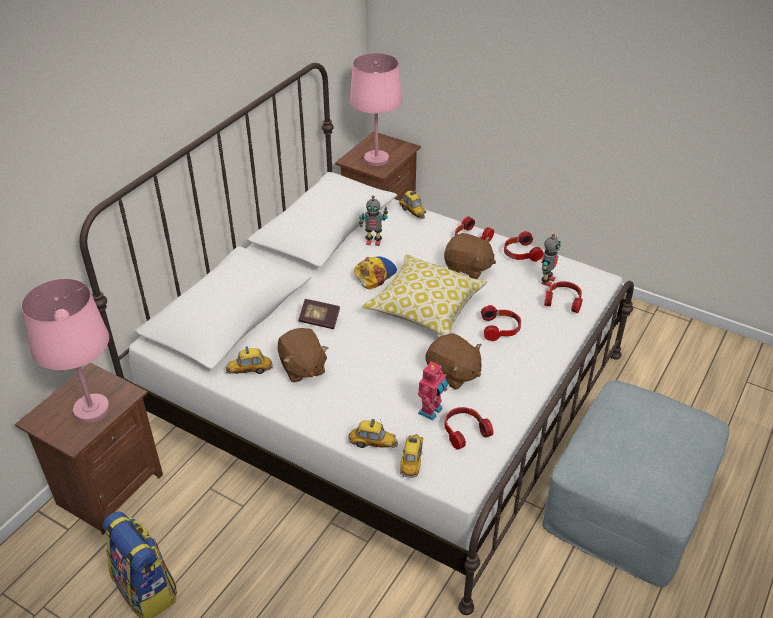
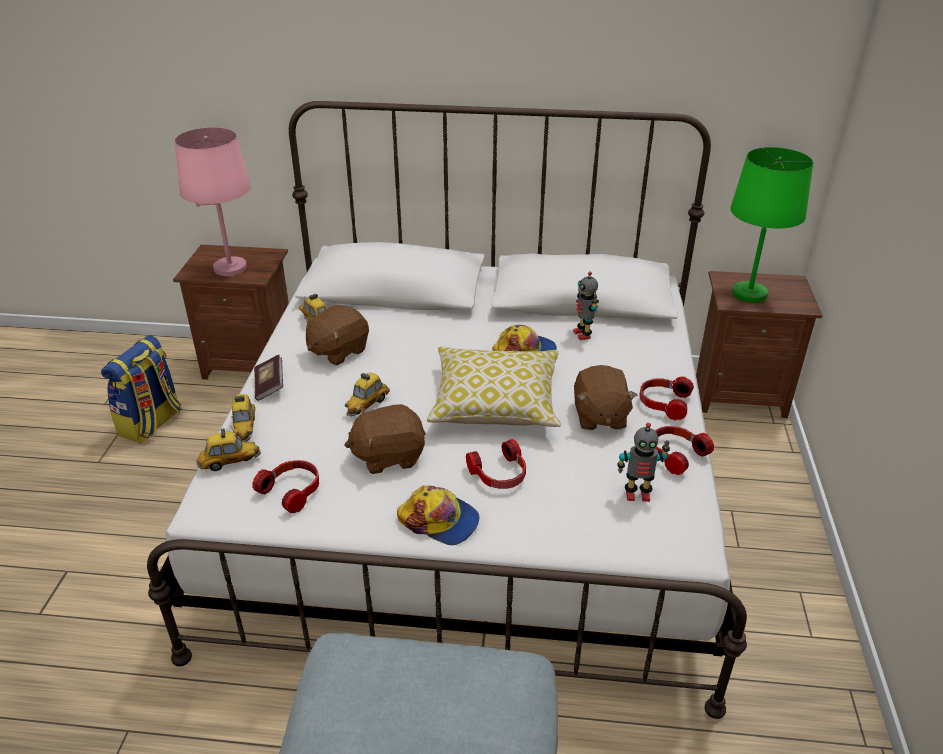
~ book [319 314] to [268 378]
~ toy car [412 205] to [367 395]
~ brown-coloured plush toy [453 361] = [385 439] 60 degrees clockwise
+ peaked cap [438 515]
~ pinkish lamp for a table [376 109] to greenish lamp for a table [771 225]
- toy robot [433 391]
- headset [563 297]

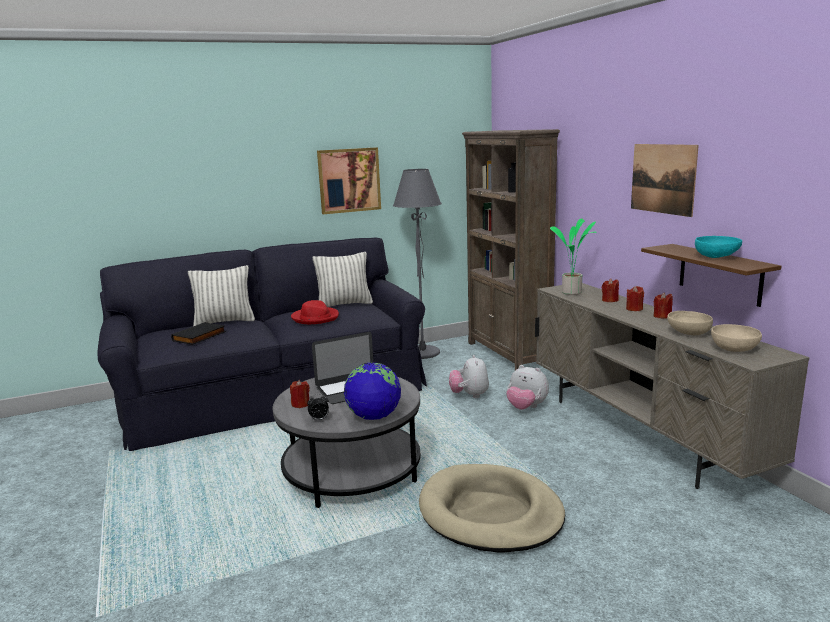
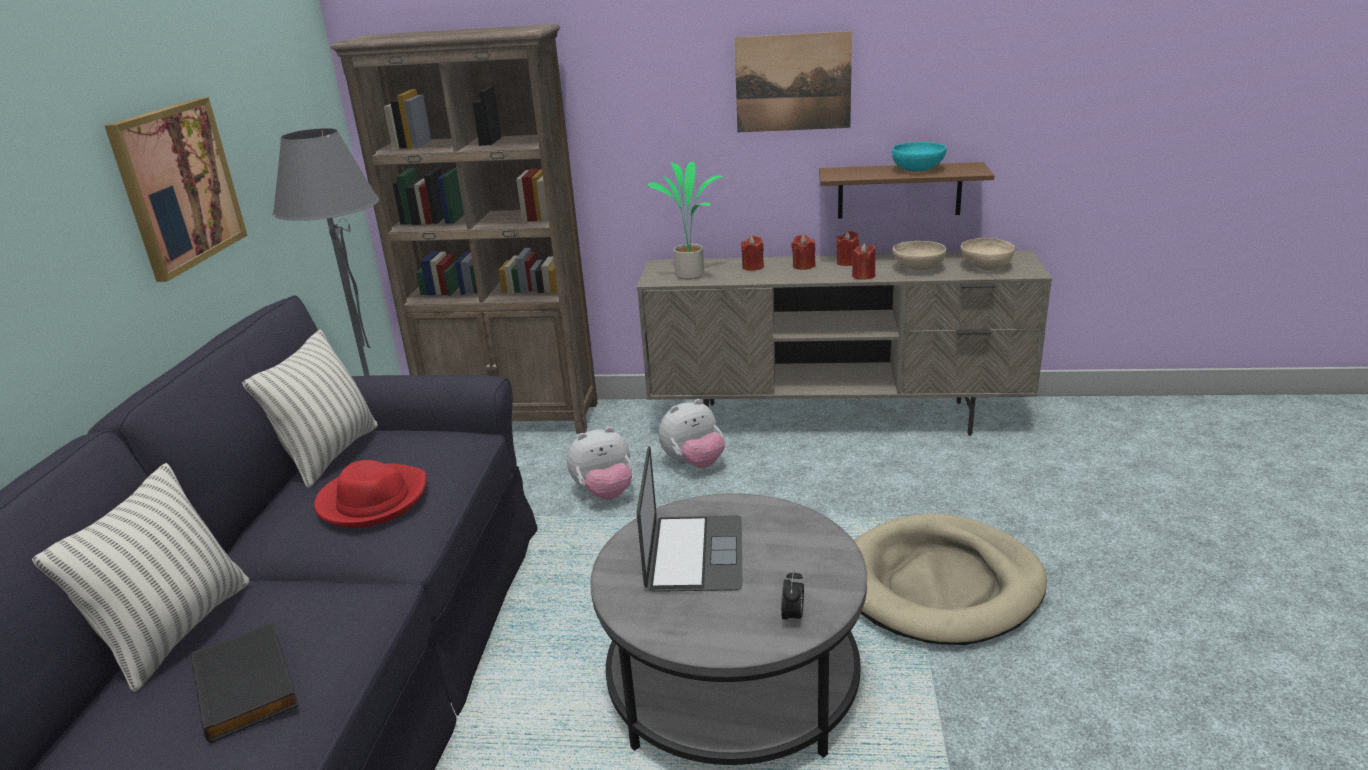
~ plush toy [469 376] = [599 463] 45 degrees counterclockwise
~ reddish candle [299 394] to [863 261]
- globe [372 391]

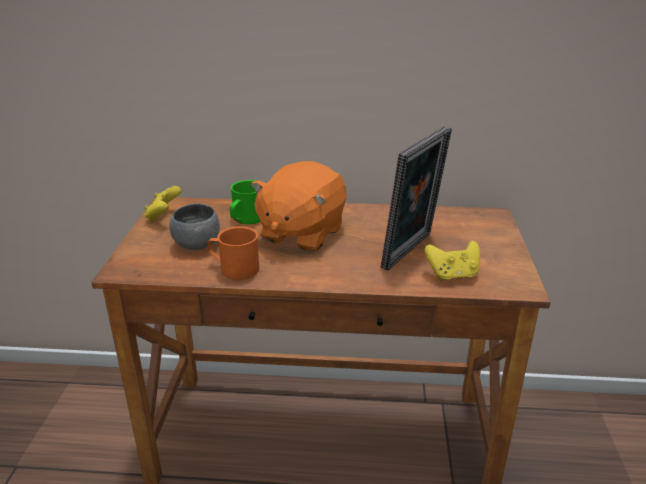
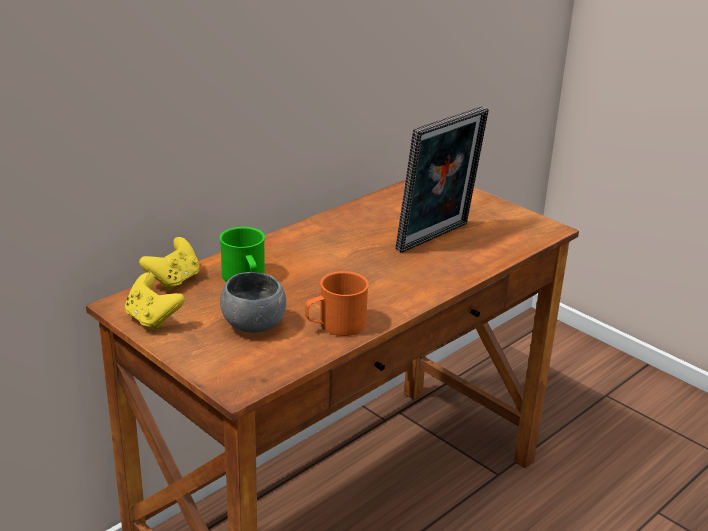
~ yellow gamepad [452 261] to [169 264]
~ photo frame [416 198] = [442 179] 60 degrees clockwise
- orange plush toy [298 206]

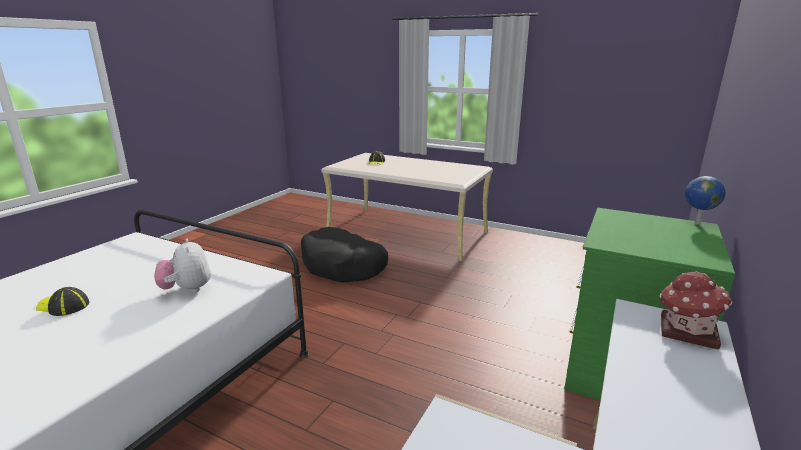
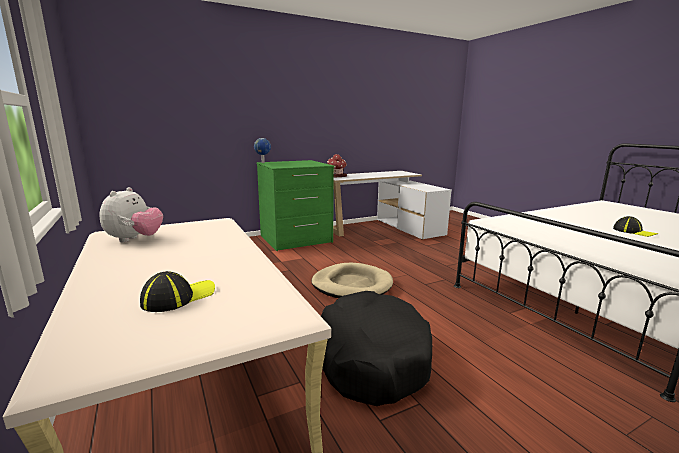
~ plush toy [182 266] to [131 214]
+ beige dog cushion [352 280]

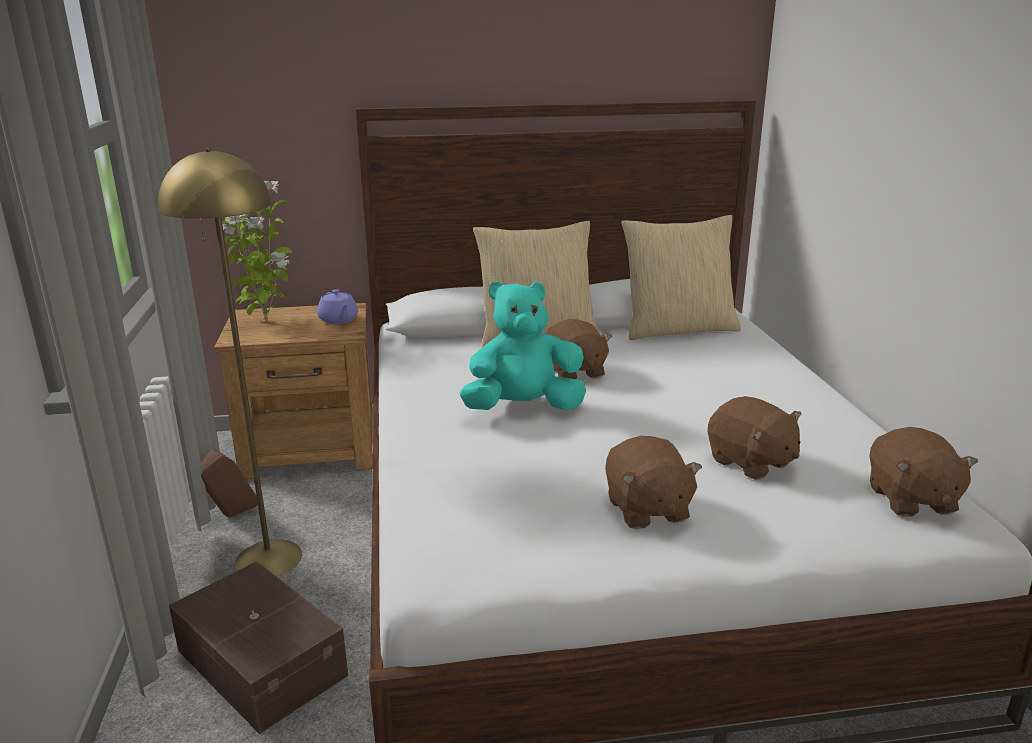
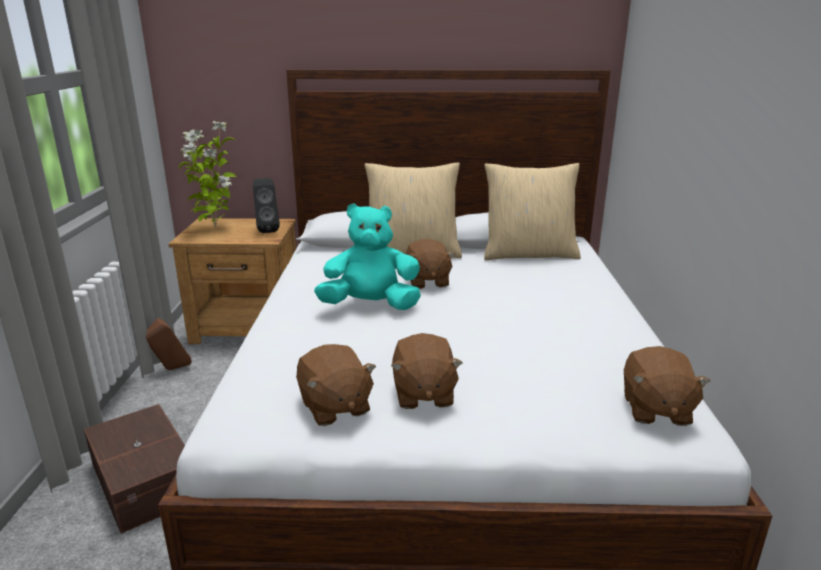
~ purple-coloured pot for tea [337 306] to black speaker [266 205]
~ brown-coloured plush toy [754 438] to [336 385]
- yellow standing lamp [230 362]

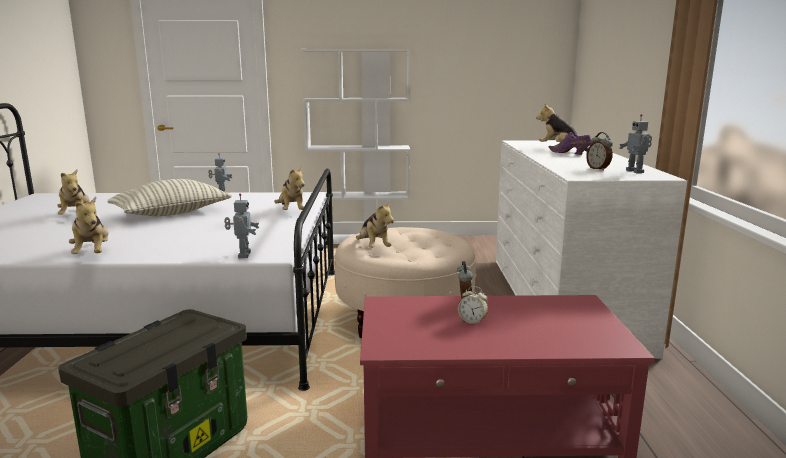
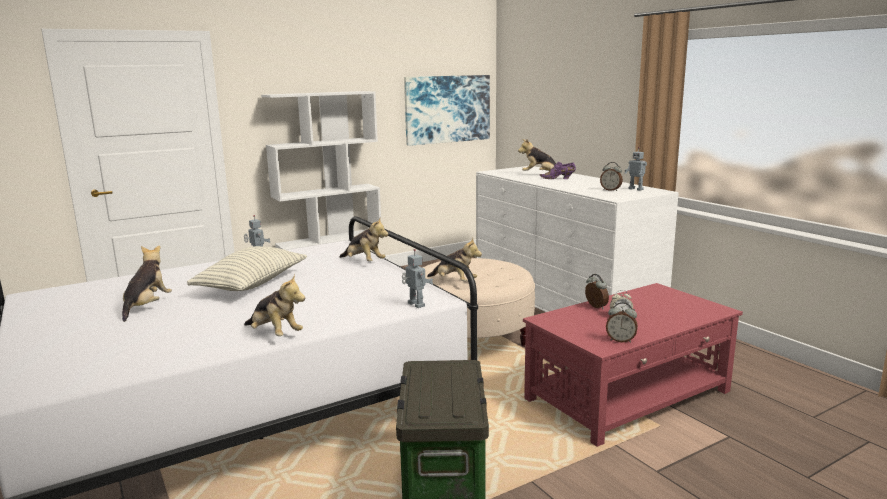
~ plush toy [73 192] = [147 283] 120 degrees counterclockwise
+ picture [447 110]
+ bedside clock [622 322]

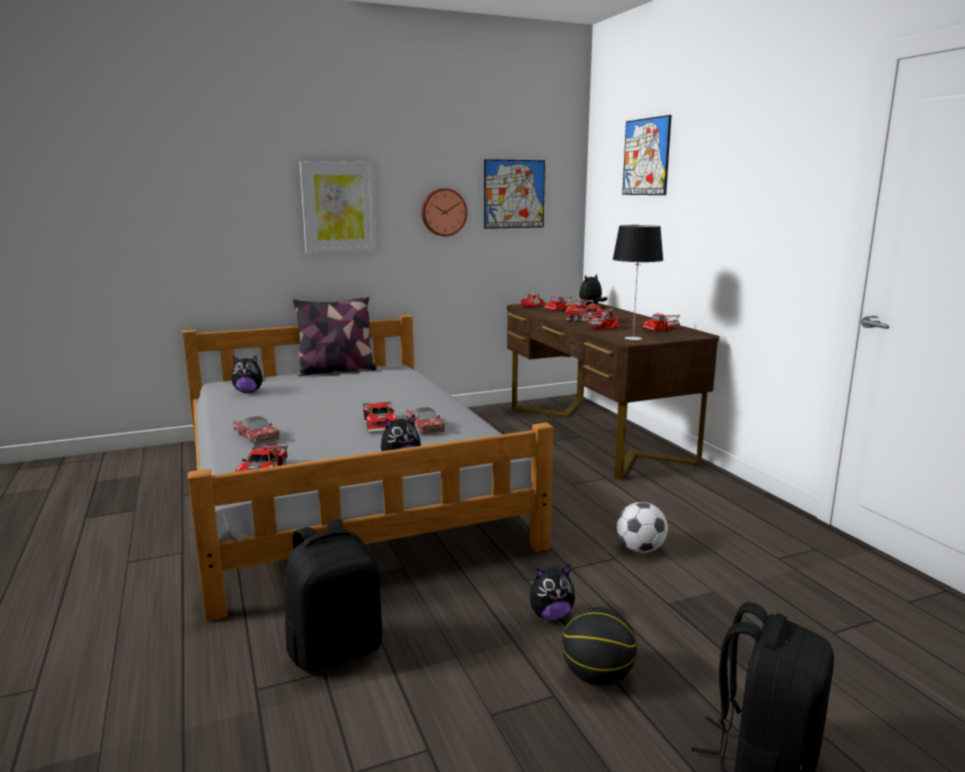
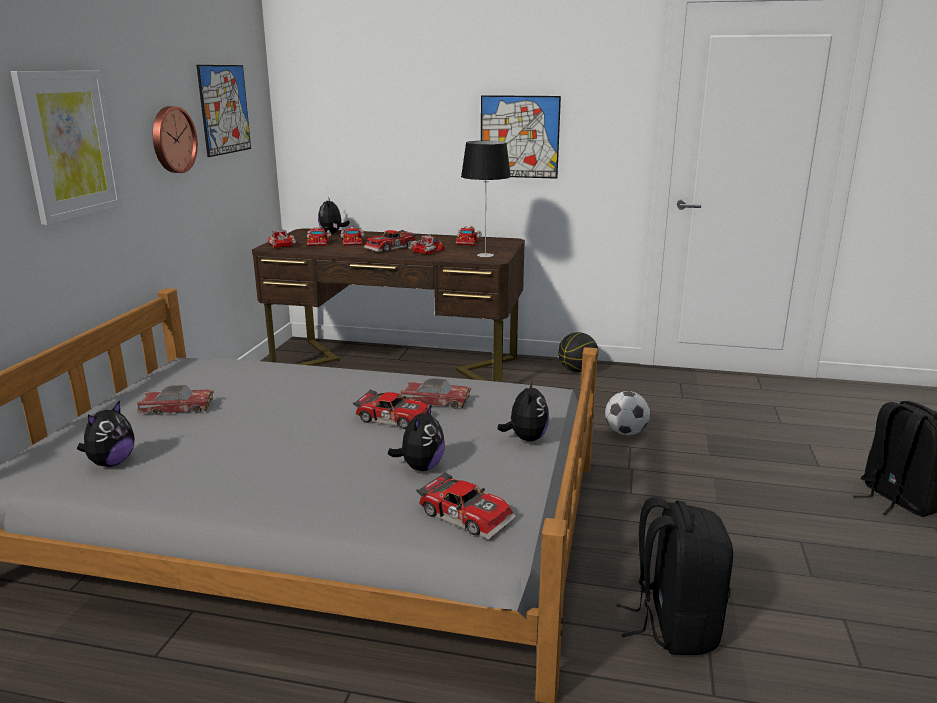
~ toy car [256 430] to [175 400]
~ plush toy [552 592] to [416 437]
~ picture [646 155] to [521 137]
~ basketball ball [599 646] to [578 352]
- cushion [335 336]

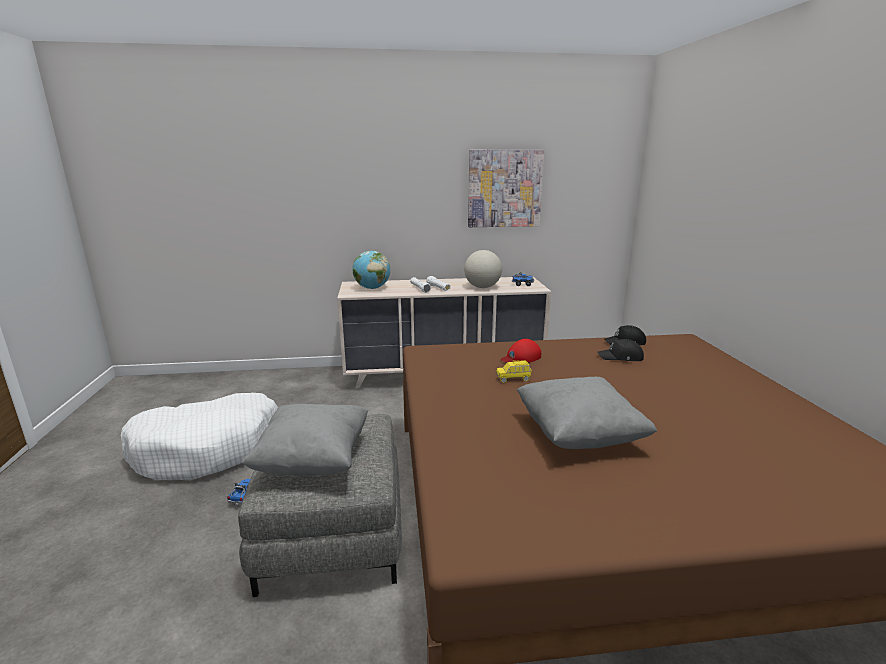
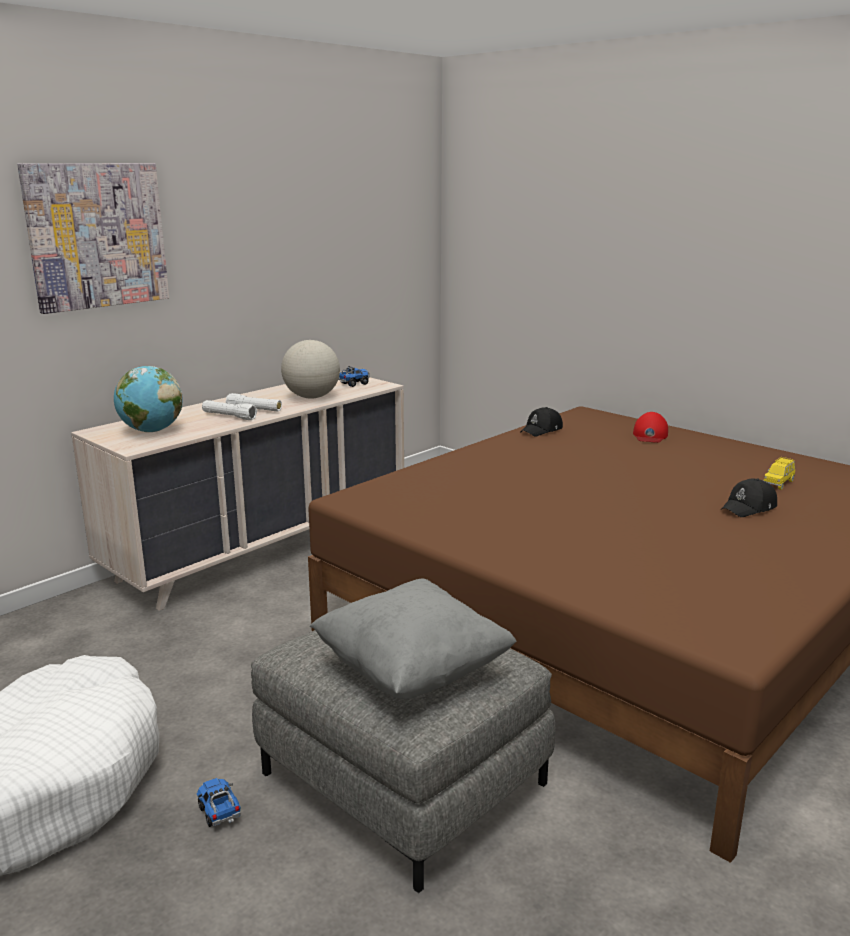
~ picture [506 188] to [93 238]
~ reddish peaked cap [521 351] to [650 427]
~ black peaked cap [620 350] to [749 497]
~ yellow toy car [514 371] to [779 473]
- greyish cushion [586 413]

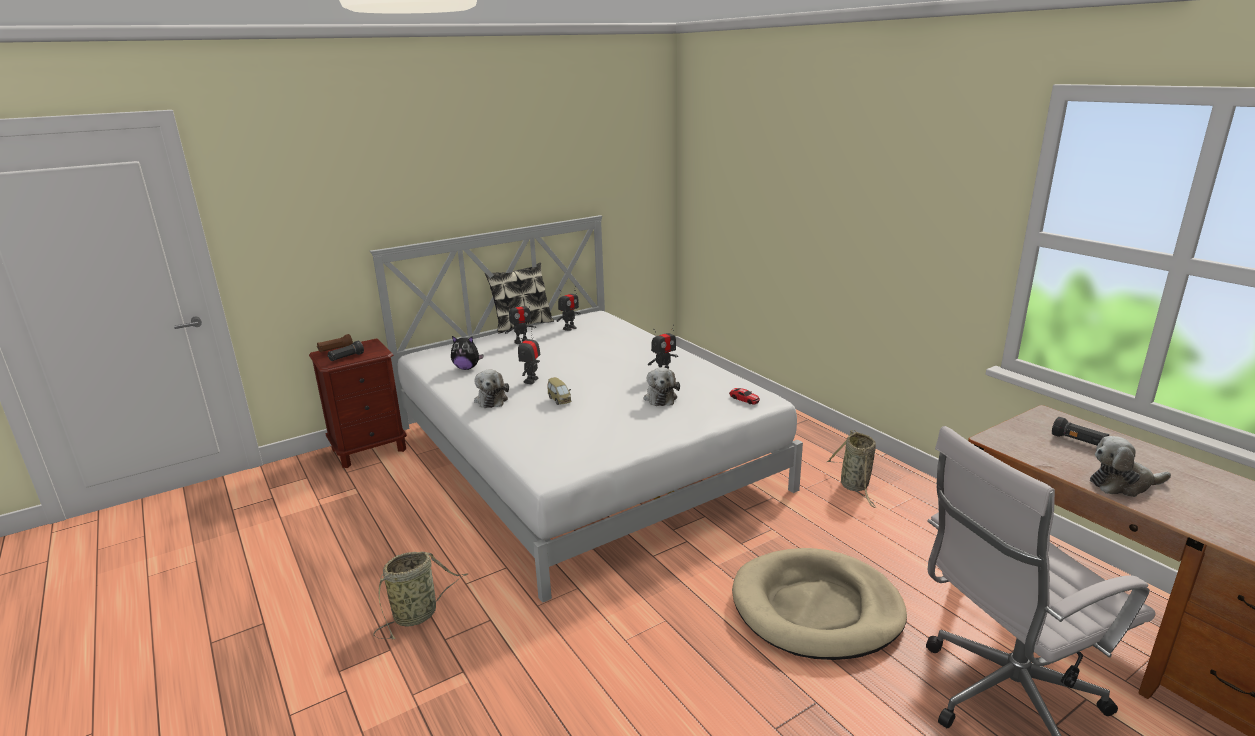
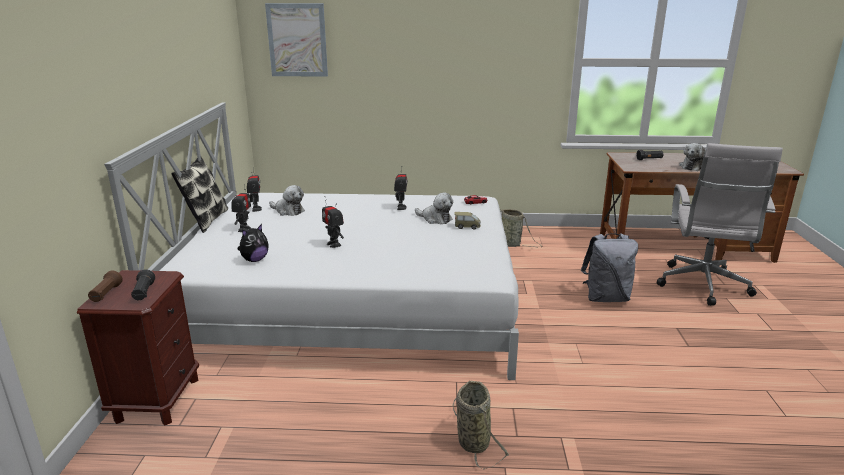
+ picture [296 40]
~ plush toy [491 389] to [287 200]
~ toy car [559 391] to [467 221]
~ beige dog cushion [819 604] to greyish rucksack [609 267]

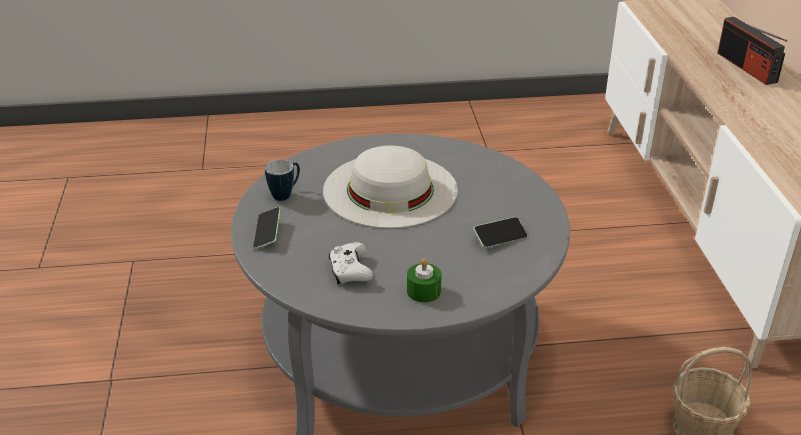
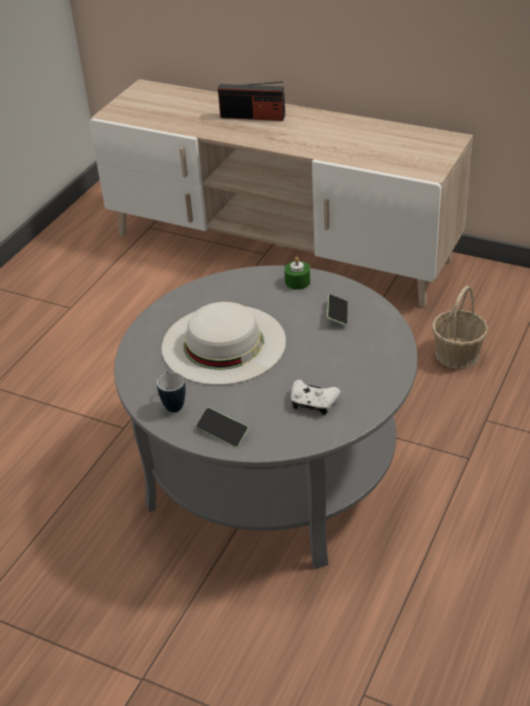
~ greenish candle [424 280] to [297 273]

